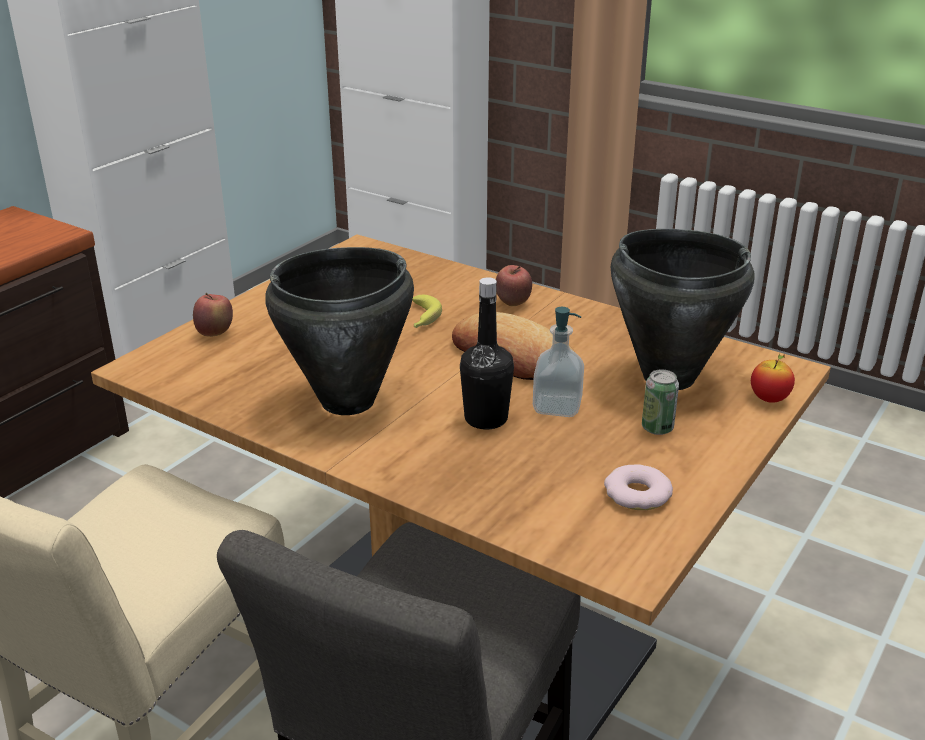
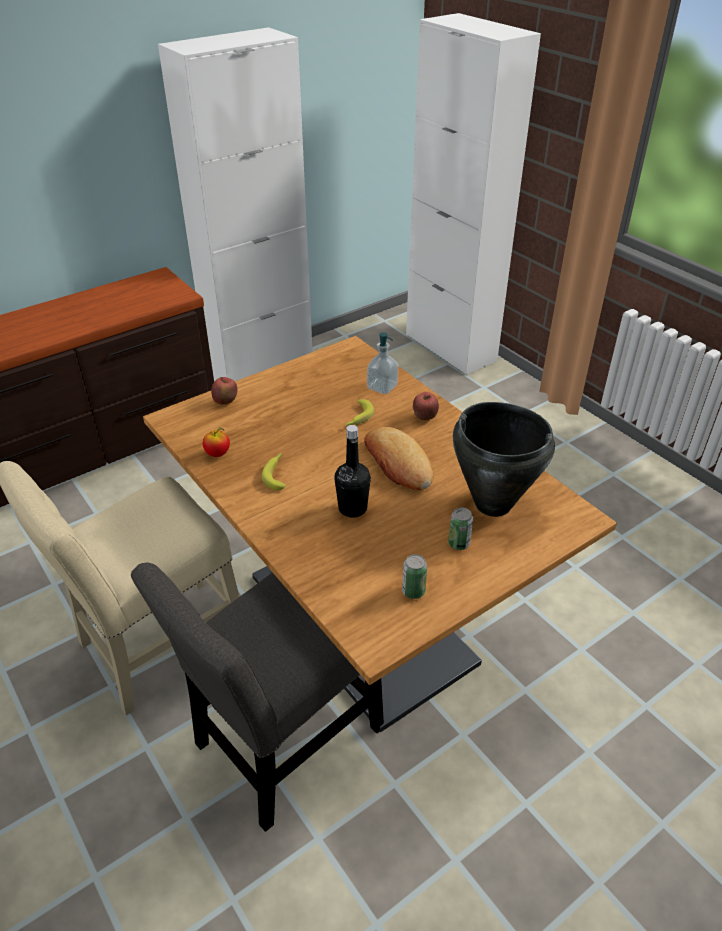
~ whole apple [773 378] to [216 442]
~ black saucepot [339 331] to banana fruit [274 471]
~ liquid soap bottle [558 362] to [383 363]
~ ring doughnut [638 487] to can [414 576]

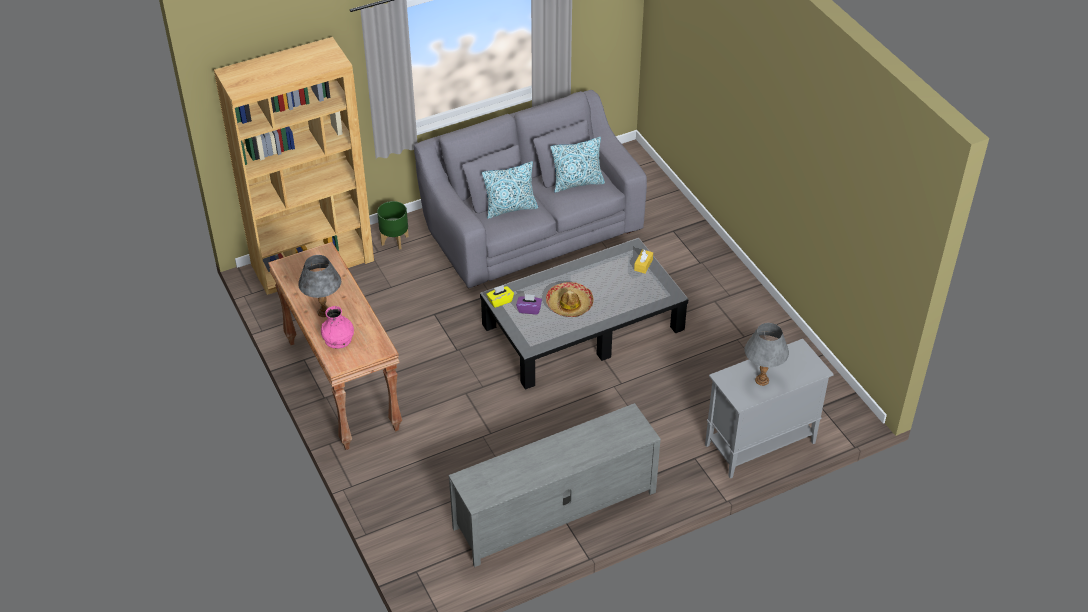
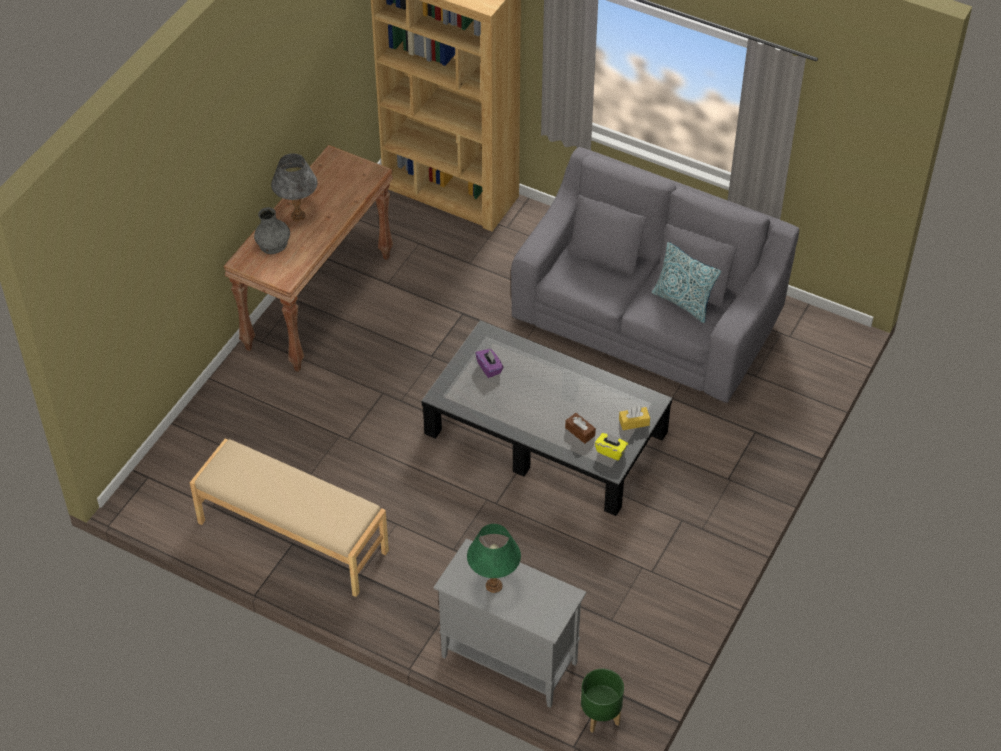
~ greyish tv unit [555 485] to beige indoor bench [289 517]
~ pinkish flower vase [337 327] to greyish flower vase [272 230]
~ greyish lamp for a table [766 354] to greenish lamp for a table [494 558]
+ brown-coloured tissue holder [580 428]
~ greenish plant pot [393 225] to [602 701]
~ yellow tissue holder [500 296] to [611 446]
- cushion [510 190]
- clothing hat [569 299]

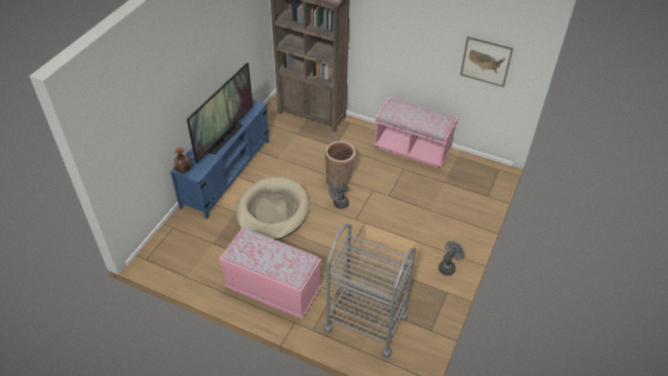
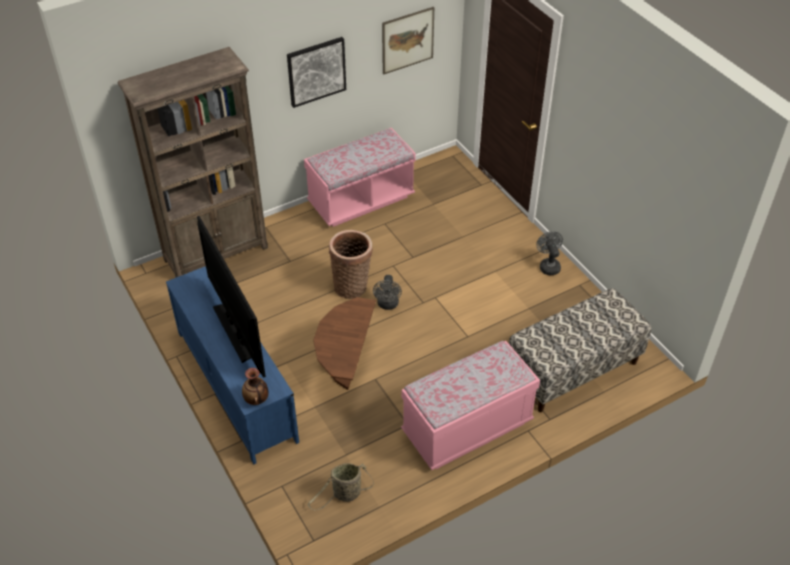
+ picture [316 72]
+ basket [340 486]
~ beige dog cushion [272 208] to brown-coloured end table [344 343]
~ greyish wheeled cart [370 291] to indoor bench [580 350]

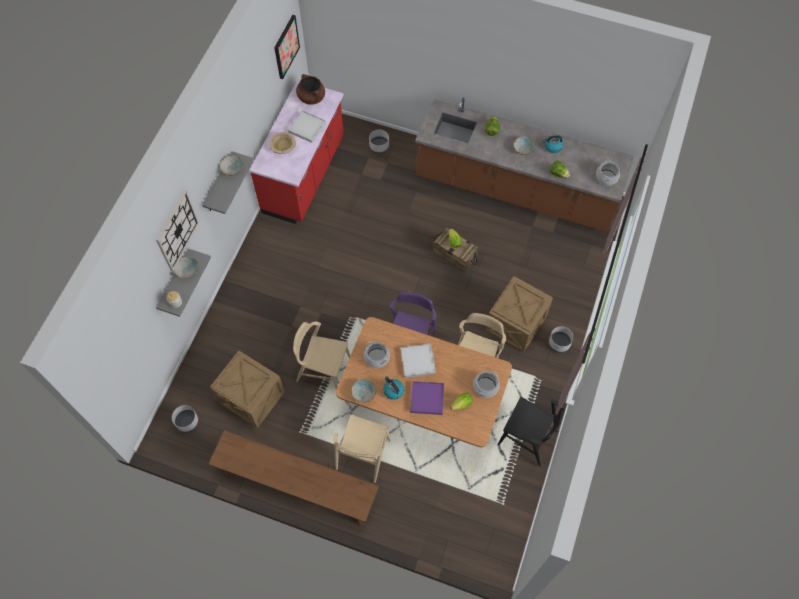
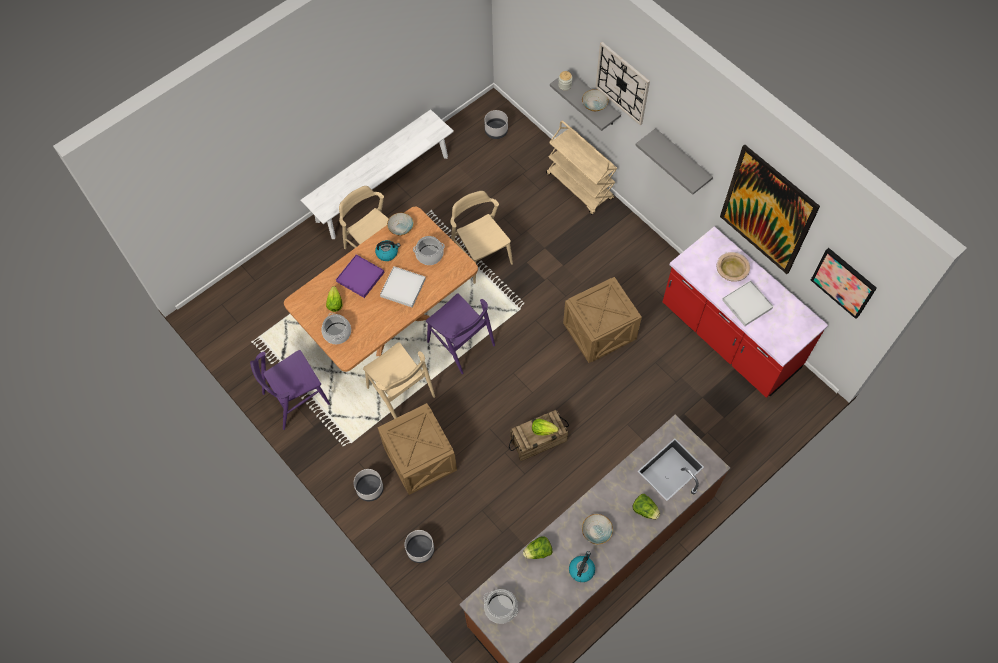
~ black plain chair [531 431] to purple-coloured plain chair [290 390]
~ brown-coloured indoor bench [293 477] to whitish indoor bench [377 174]
~ greyish plant pot [379 142] to [419 546]
~ beige plain chair [321 355] = [481 237] 75 degrees counterclockwise
+ beige wheeled cart [581 167]
~ shipping crate [247 389] to [602 320]
+ picture [770 209]
- bowl [231 165]
- brown-coloured saucepot [310 89]

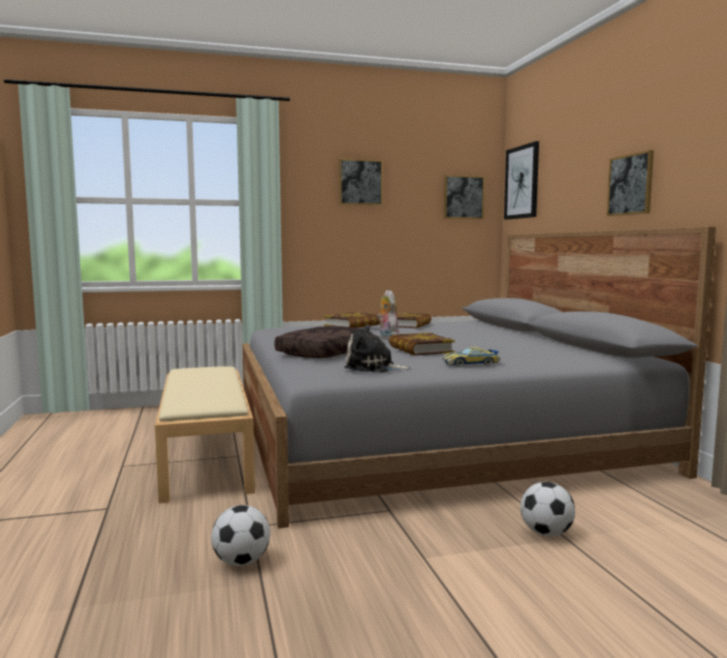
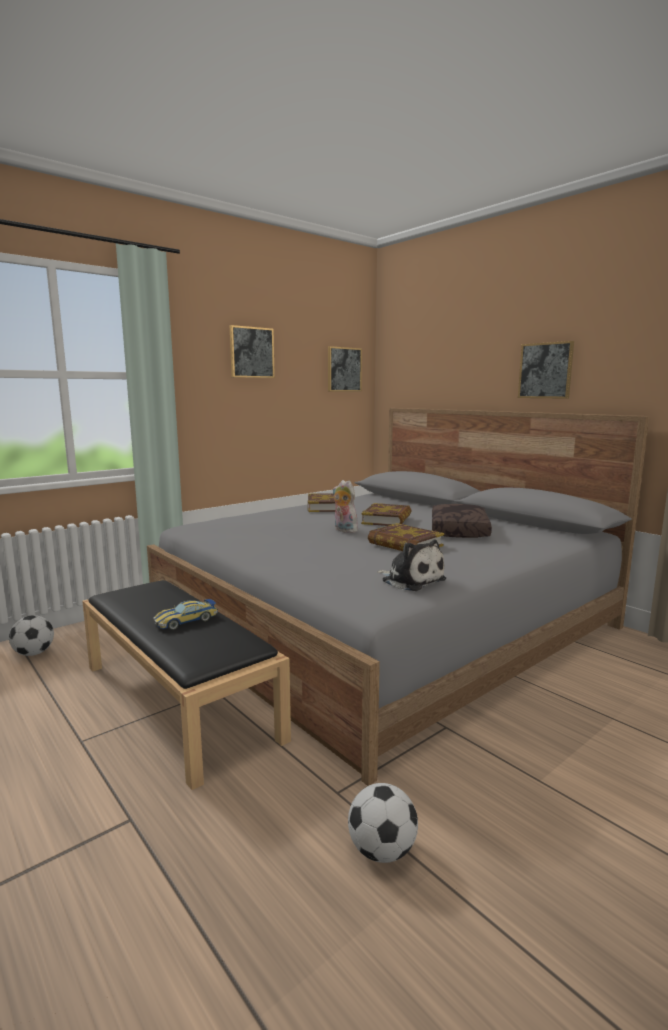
~ football ball [547 509] to [31 635]
~ beige indoor bench [205 434] to black indoor bench [186 685]
~ toy car [471 357] to [185 614]
~ book [352 320] to [386 514]
~ plush toy [378 348] = [411 565] 120 degrees counterclockwise
~ brown-coloured cushion [323 342] to [462 521]
- picture [521 180]

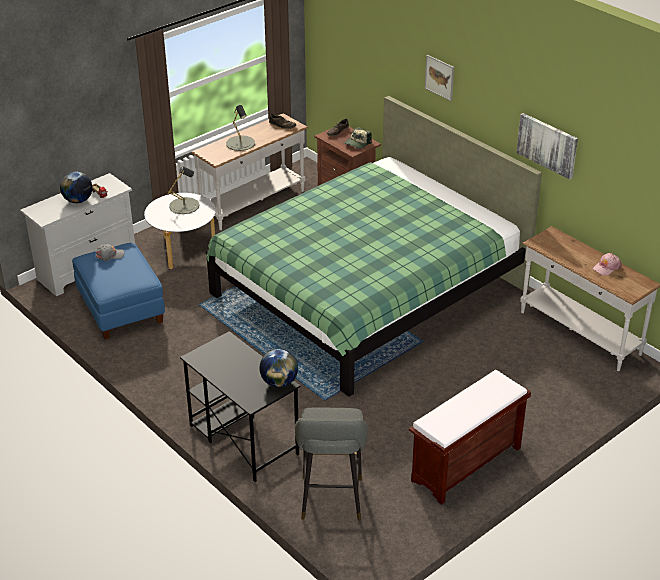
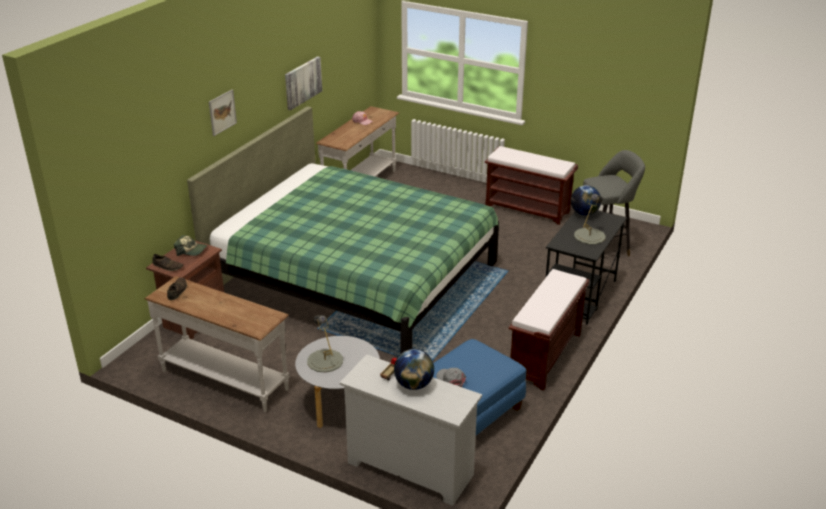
+ brown-coloured indoor bench [549 330]
~ greyish lamp for a table [240 128] to [590 219]

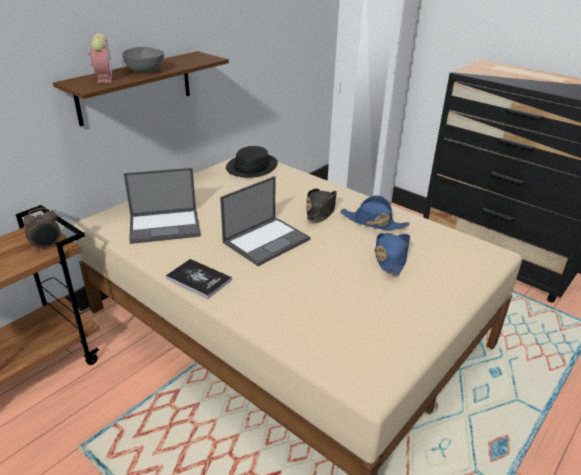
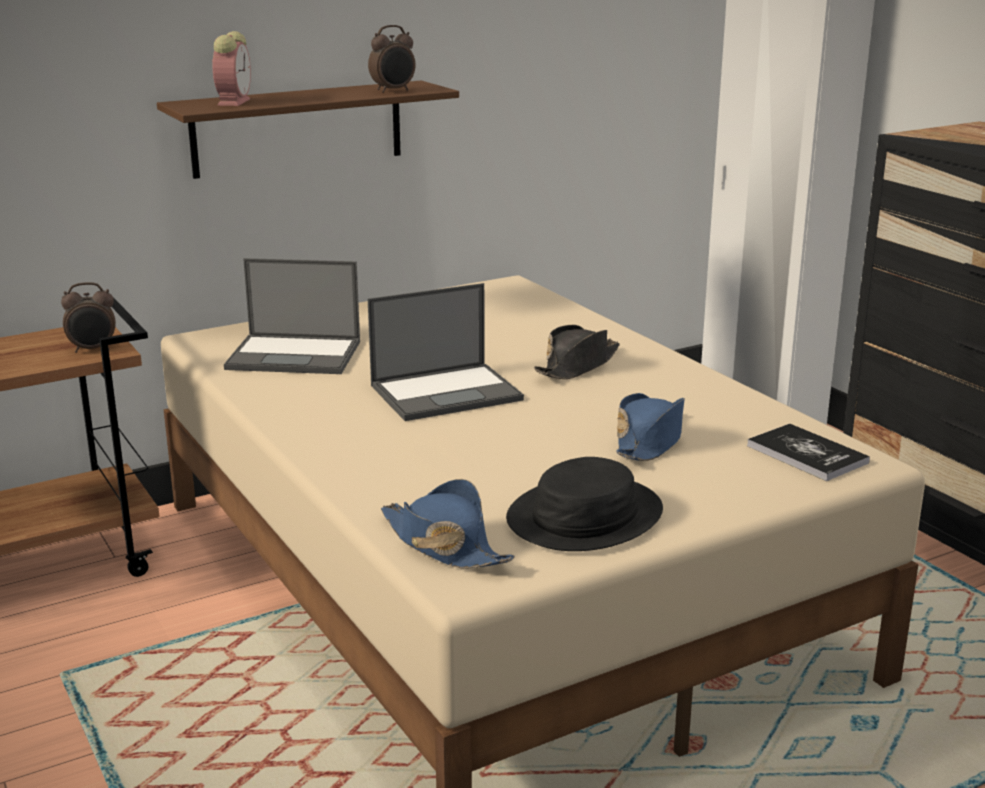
+ bedside clock [392 59]
~ blue-coloured clothing hat [375 212] to [448 524]
~ black clothing hat [252 162] to [584 504]
~ book [199 279] to [808 452]
- greyish bowl [143 60]

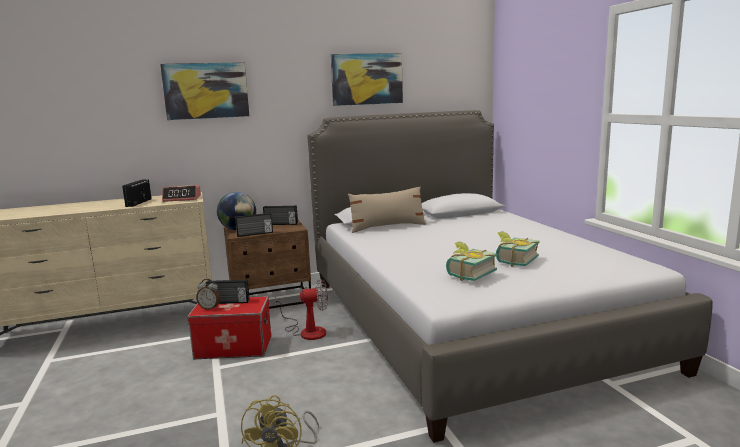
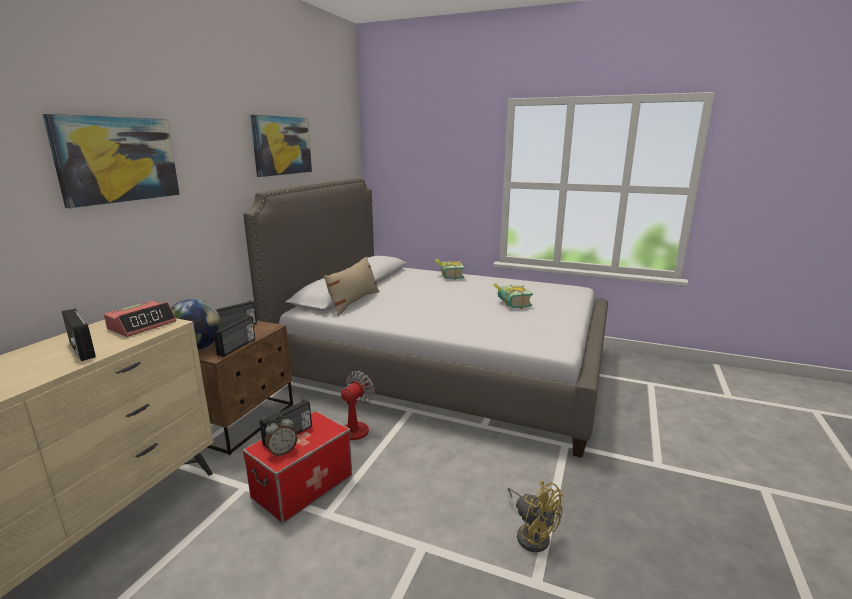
~ book [471 261] to [449 269]

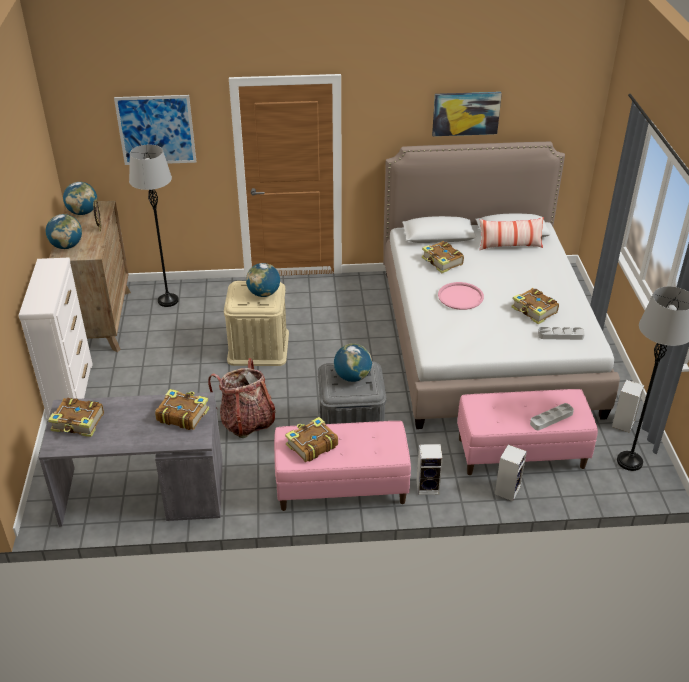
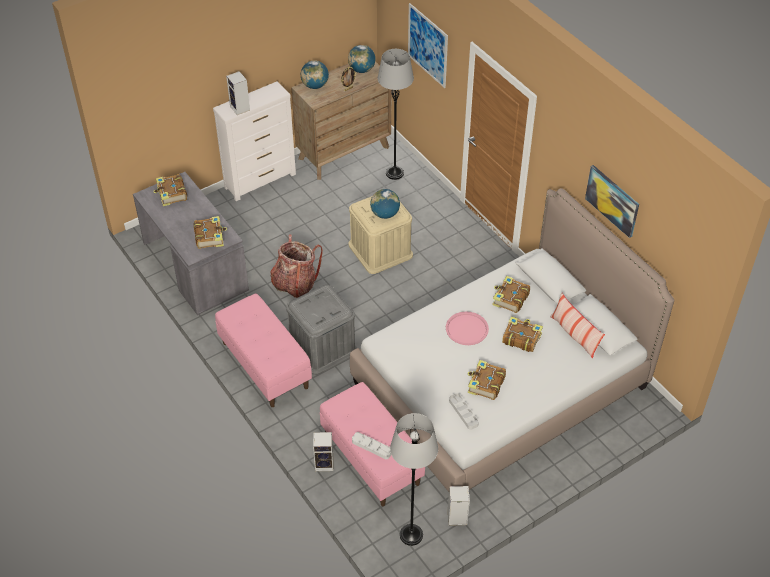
~ speaker [430 469] to [238 93]
~ book [311 439] to [522 334]
- globe [353 363]

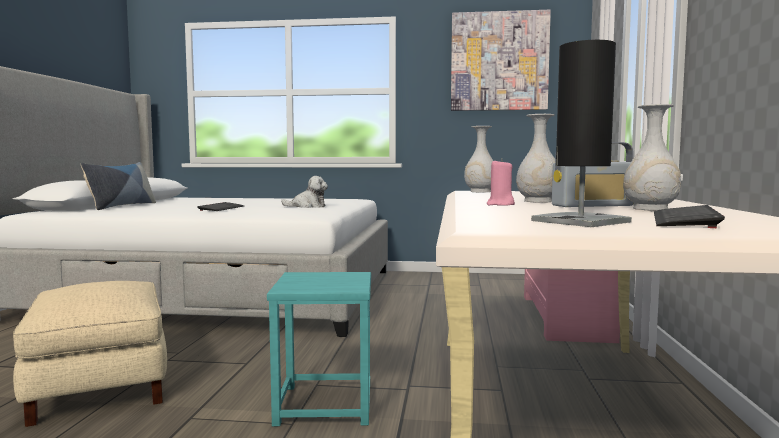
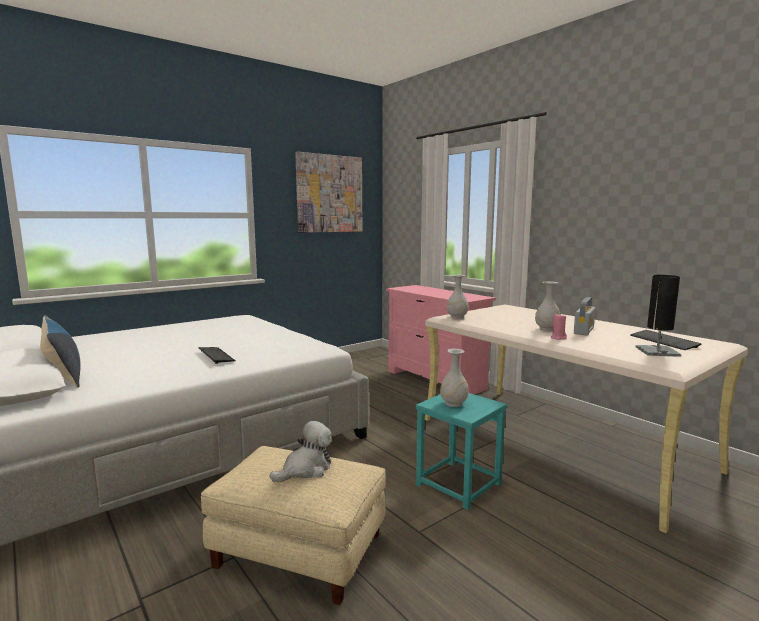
~ plush toy [304 192] to [300 451]
~ whitish flower vase [652 157] to [454 378]

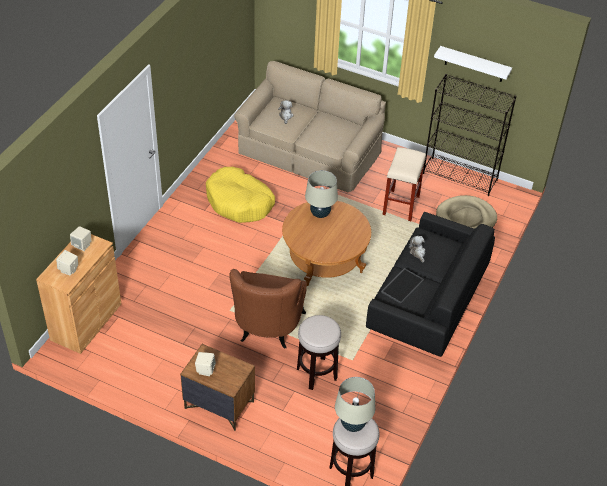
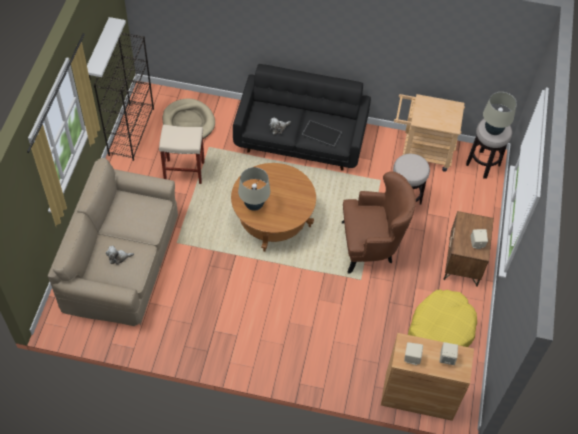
+ beige wheeled cart [429 133]
~ yellow dog cushion [240 195] to [442 318]

